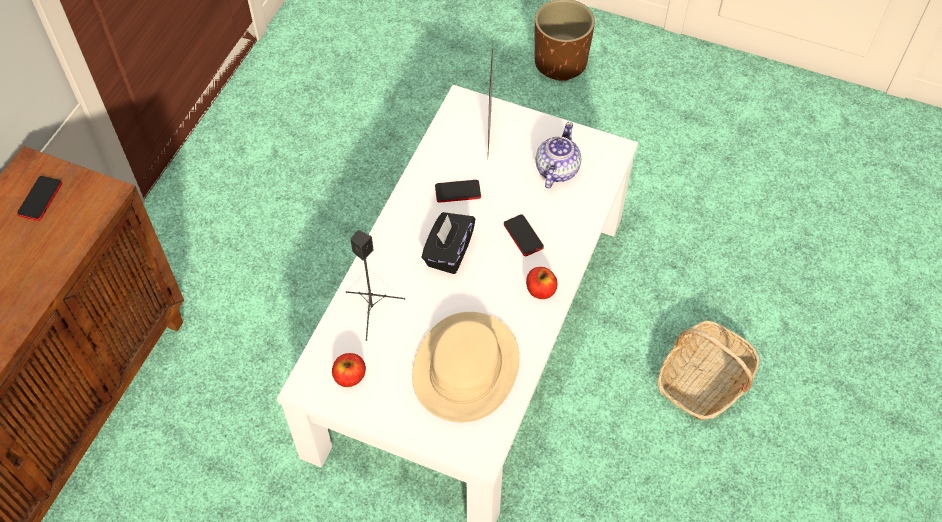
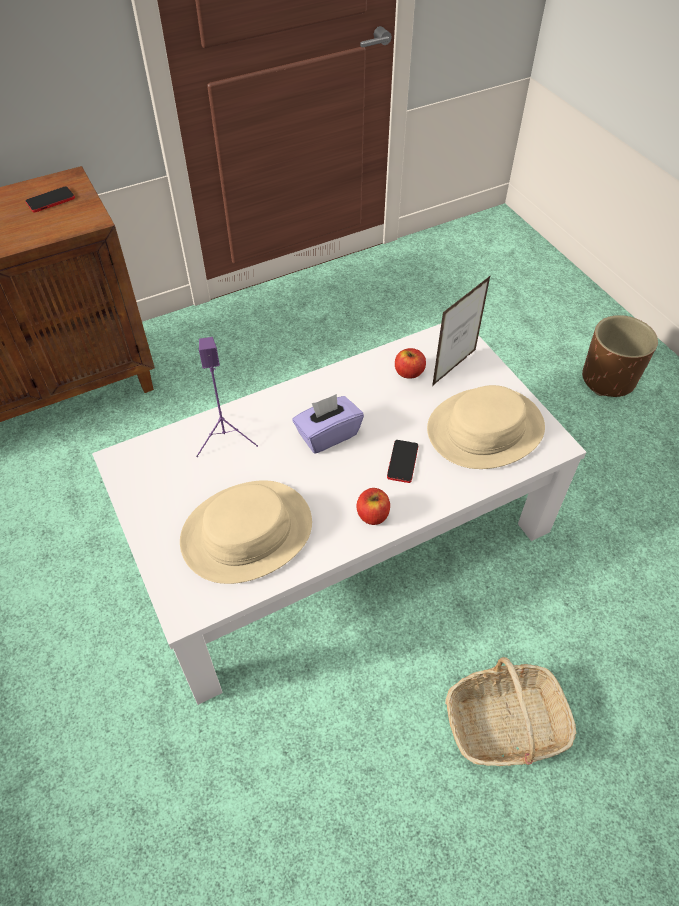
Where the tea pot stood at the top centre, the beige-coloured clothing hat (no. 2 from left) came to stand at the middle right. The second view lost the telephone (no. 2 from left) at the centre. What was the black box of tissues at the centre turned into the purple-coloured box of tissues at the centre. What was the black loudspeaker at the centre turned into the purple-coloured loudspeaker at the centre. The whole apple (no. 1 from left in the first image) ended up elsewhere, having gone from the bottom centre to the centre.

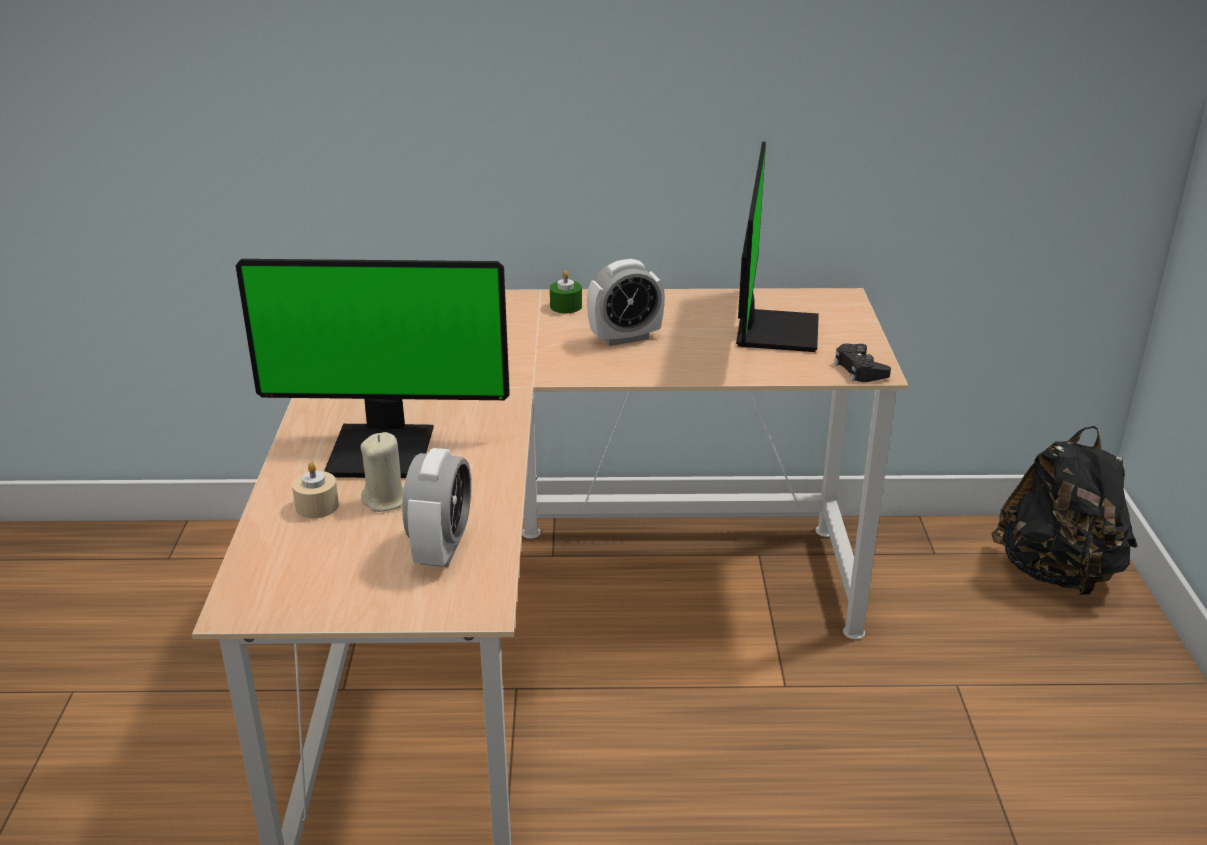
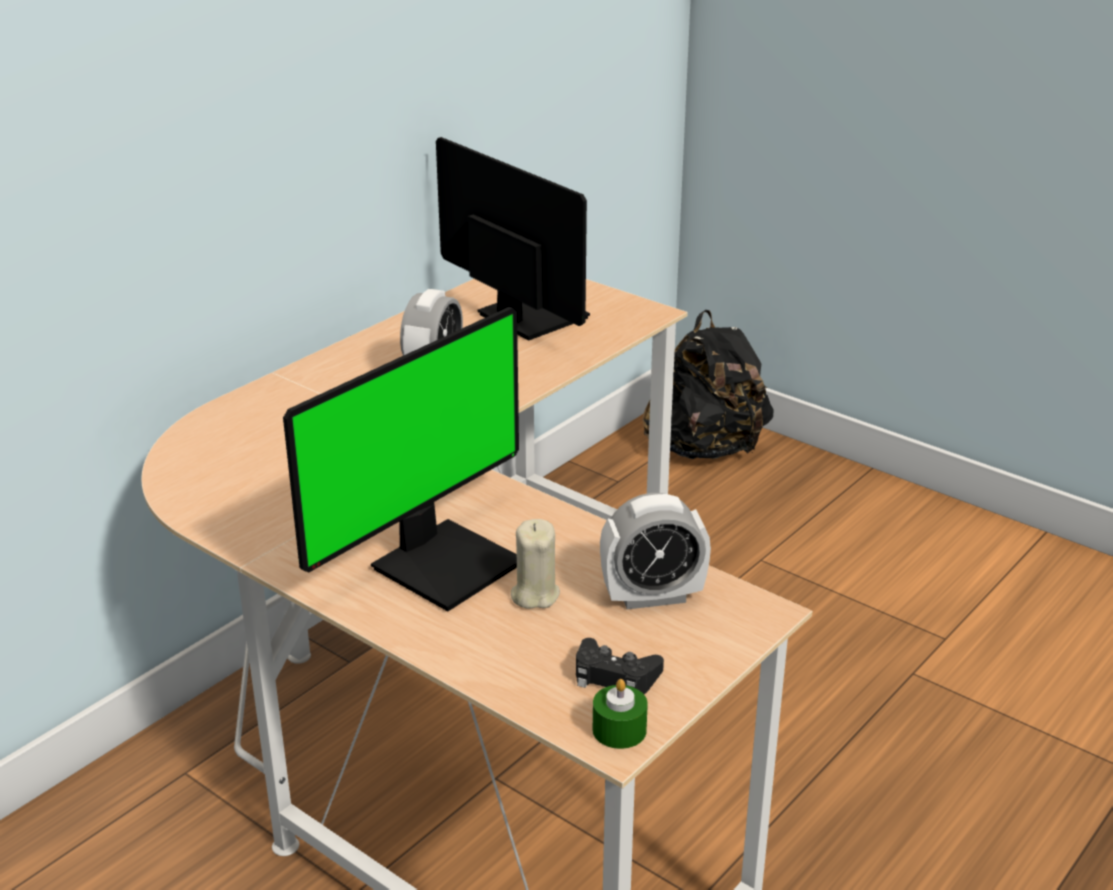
The greenish candle ended up elsewhere, having gone from the centre to the bottom centre. The black joypad ended up elsewhere, having gone from the middle right to the bottom centre. The bedside clock (no. 1 from left in the first image) at the centre ended up facing another way, 120 degrees clockwise from before. The second view lost the beige-coloured candle (no. 1 from left) at the middle left.

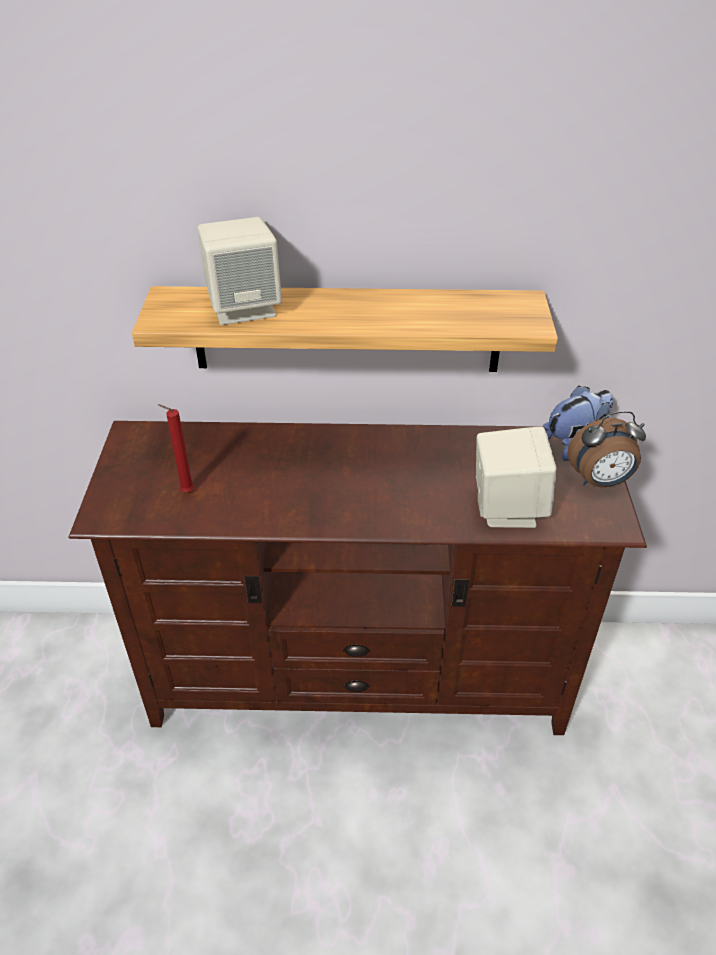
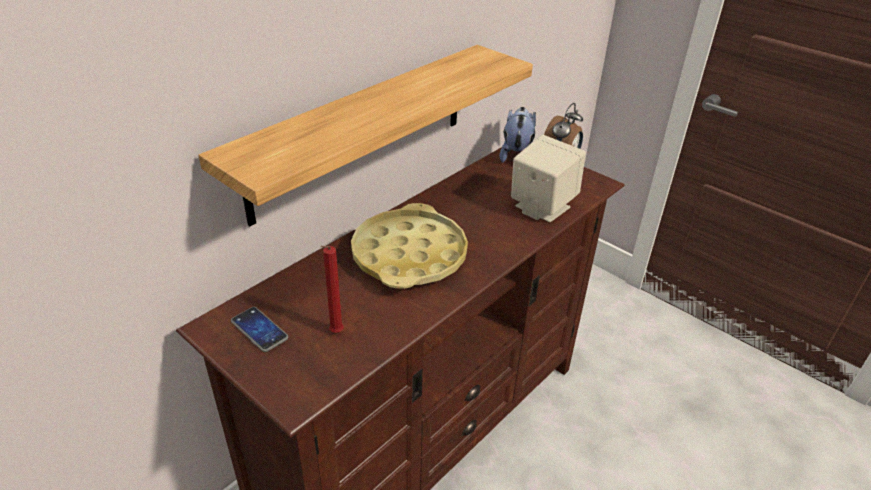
The second view lost the beige-coloured loudspeaker (no. 1 from left) at the top centre. The second view gained the yellow-coloured carrying tray at the centre. The second view gained the telephone at the bottom left.

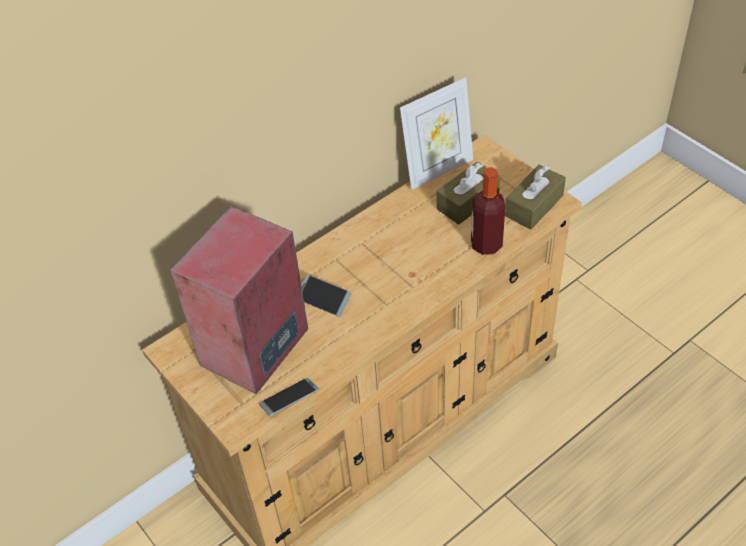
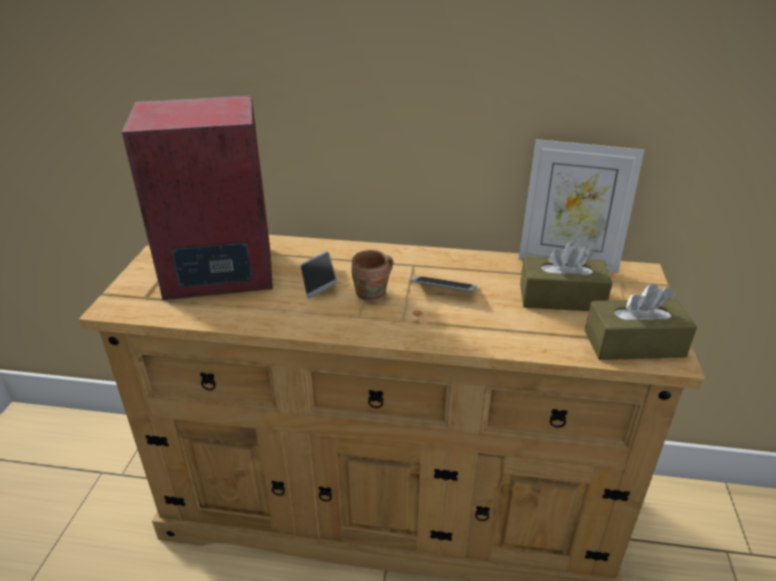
The second view lost the bottle at the centre. The telephone (no. 1 from left in the first image) ended up elsewhere, having gone from the bottom centre to the centre. The second view gained the brown coffee mug at the centre.

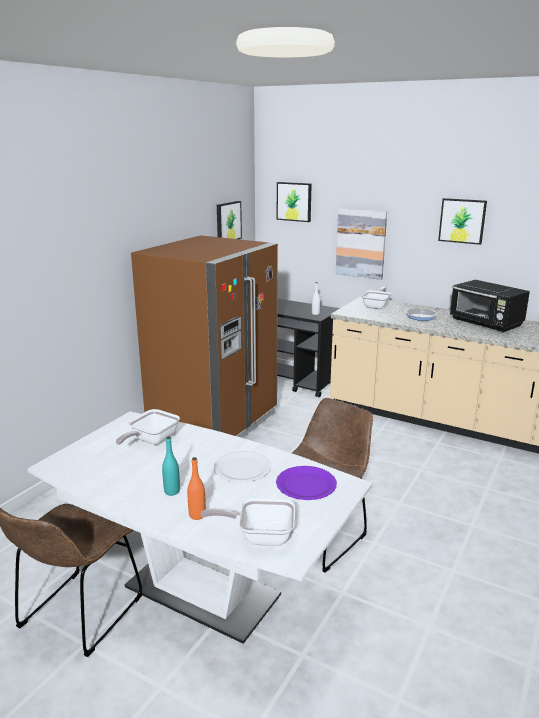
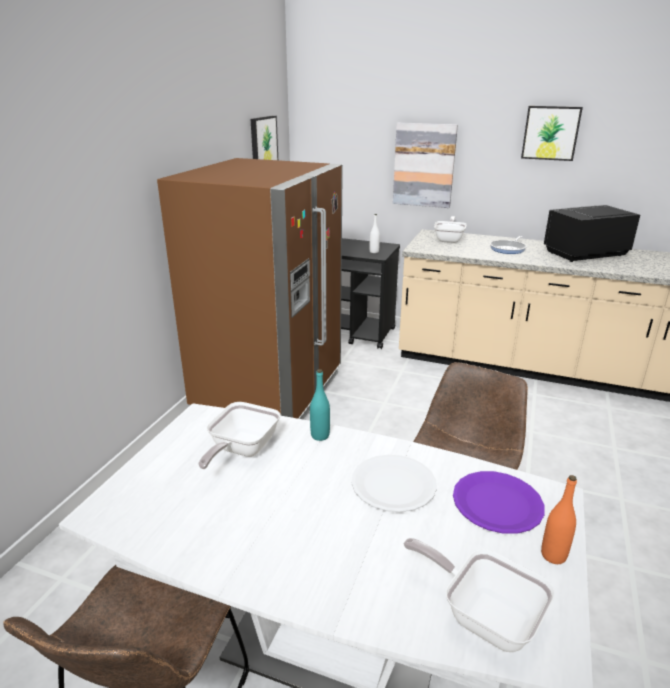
The second view lost the wall picture (no. 2 from left) at the top centre. The black microwave oven at the middle right ended up facing another way, 120 degrees clockwise from before. The blue-green bottle ended up elsewhere, having gone from the middle left to the centre. The orange bottle ended up elsewhere, having gone from the bottom centre to the bottom right. The pan (no. 2 from left in the first image) at the bottom centre ended up facing another way, 45 degrees clockwise from before.

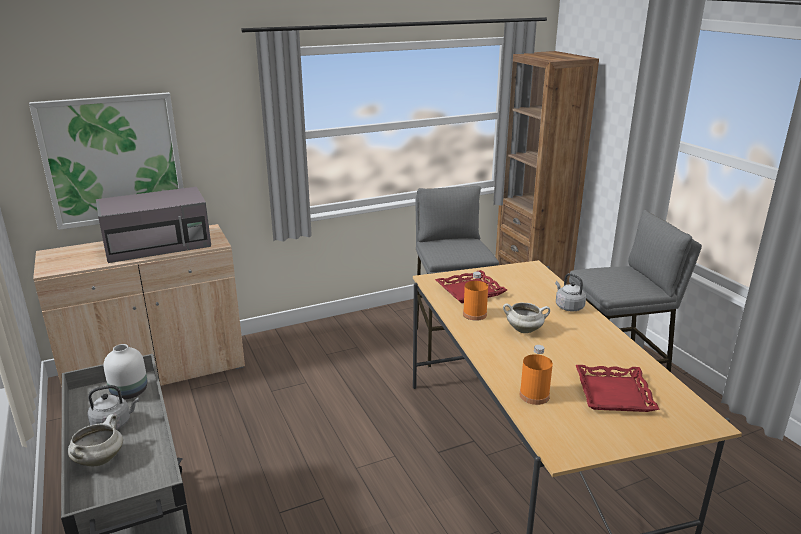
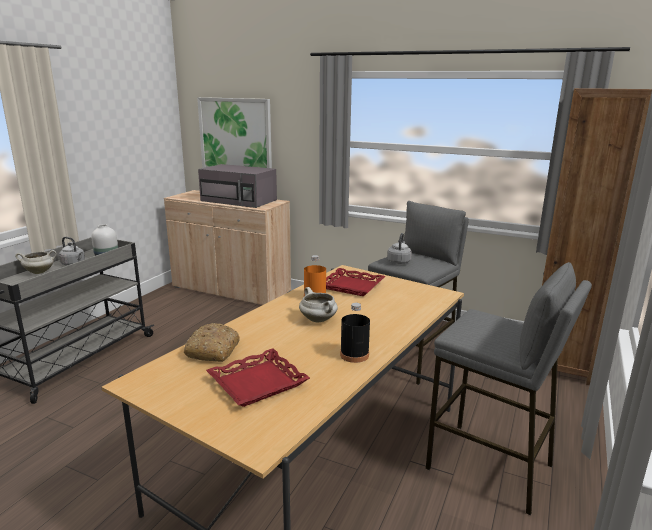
The greyish tea kettle (no. 2 from left) ended up elsewhere, having gone from the middle right to the centre. Where the orange bottle (no. 2 from left) stood at the bottom right, the baked bread came to stand at the middle left. The second view gained the black bottle at the centre.

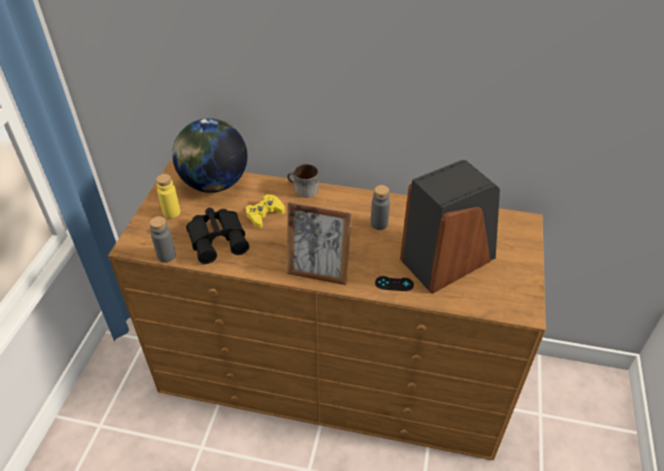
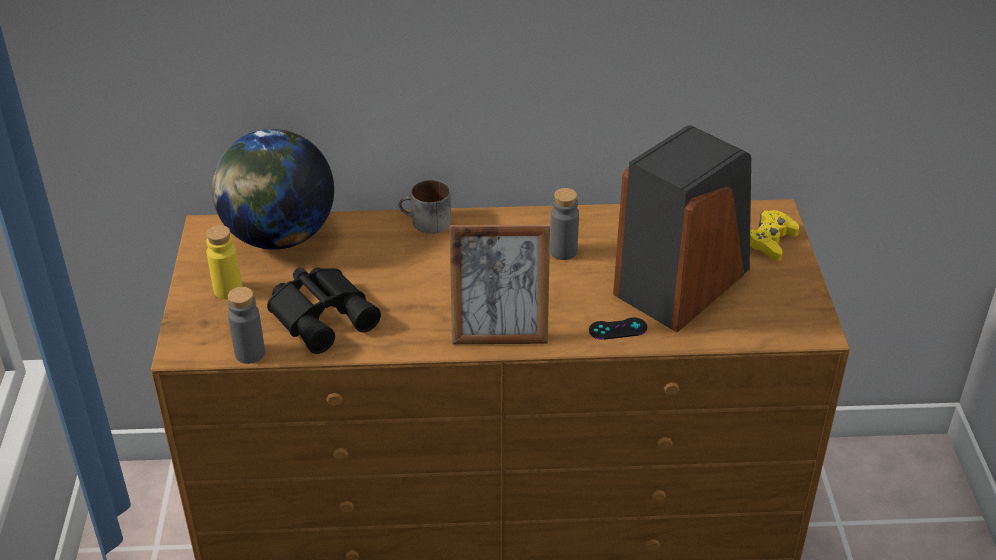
The yellow-coloured joypad ended up elsewhere, having gone from the centre to the middle right.

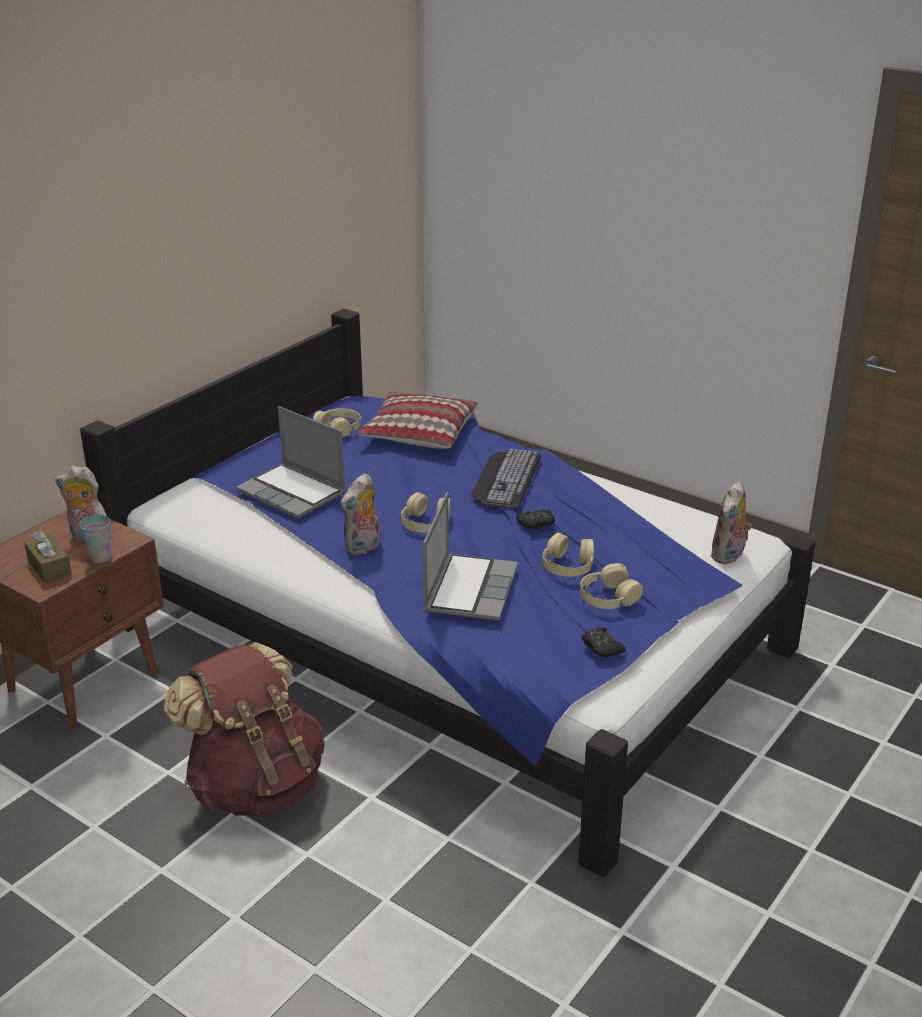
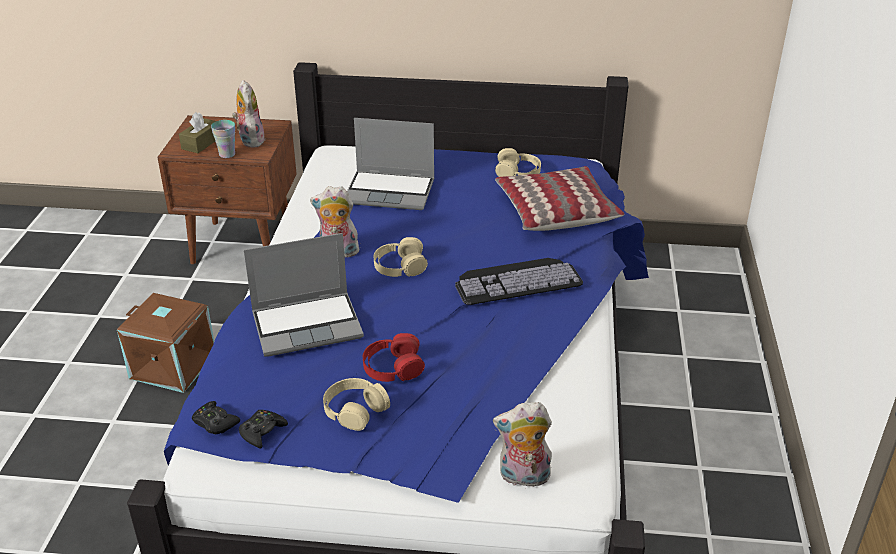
The laptop (no. 1 from left in the first image) at the middle left ended up facing another way, 90 degrees counterclockwise from before. The black joypad (no. 1 from left) ended up elsewhere, having gone from the centre to the bottom left. What was the beige-coloured pair of headphones (no. 3 from left) at the centre turned into the red pair of headphones at the centre. Where the brown knapsack stood at the bottom left, the brown storage bin came to stand at the middle left.

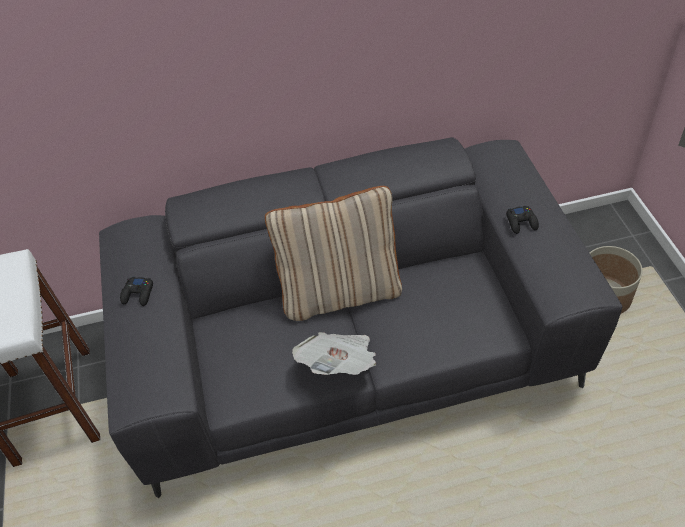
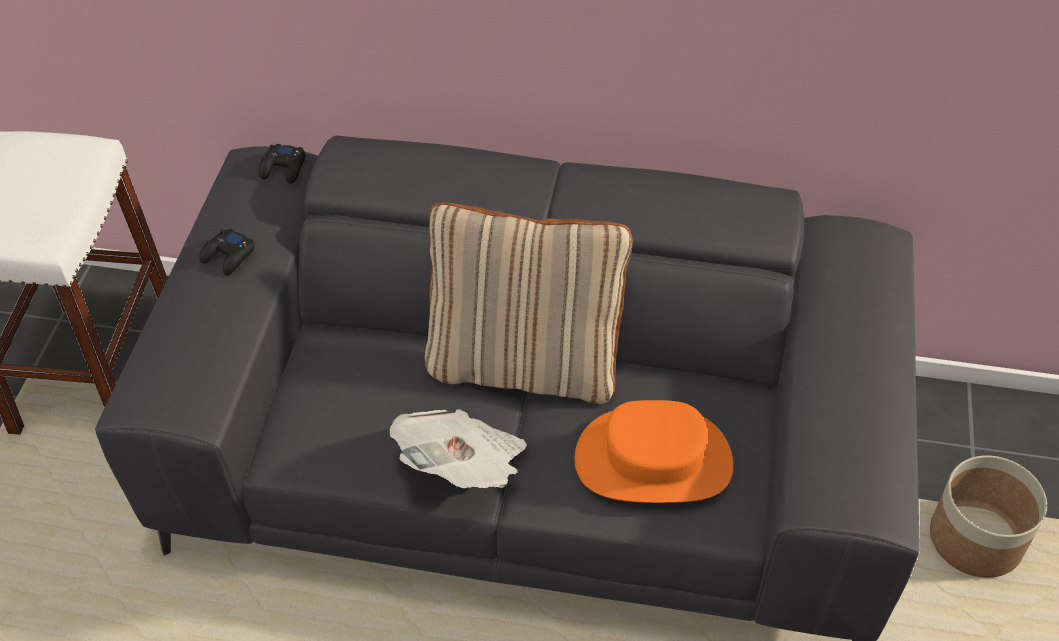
The black joypad (no. 2 from left) ended up elsewhere, having gone from the middle right to the top left. The second view gained the orange clothing hat at the bottom centre.

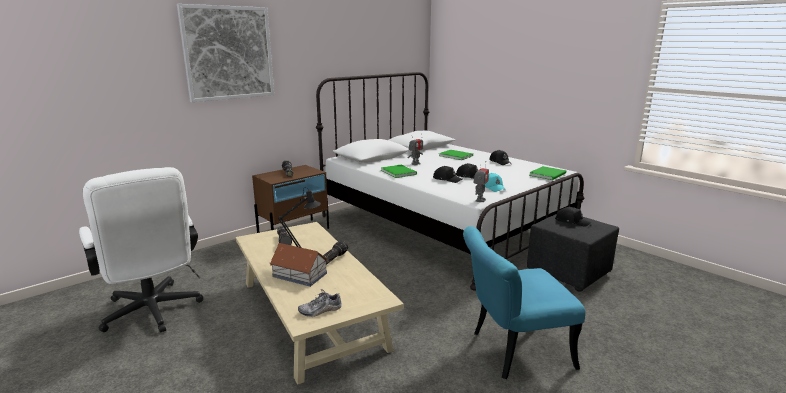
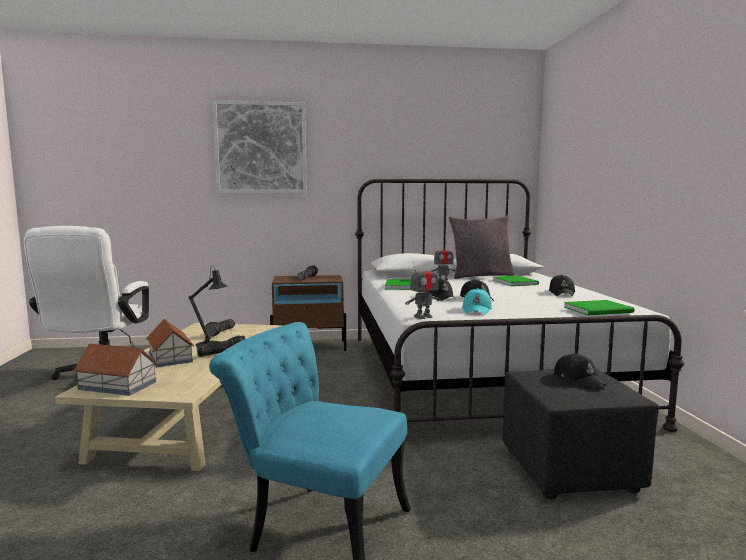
Where the low shoe stood at the bottom centre, the model house (no. 1 from left) came to stand at the middle left. The second view gained the greyish throw pillow at the centre.

